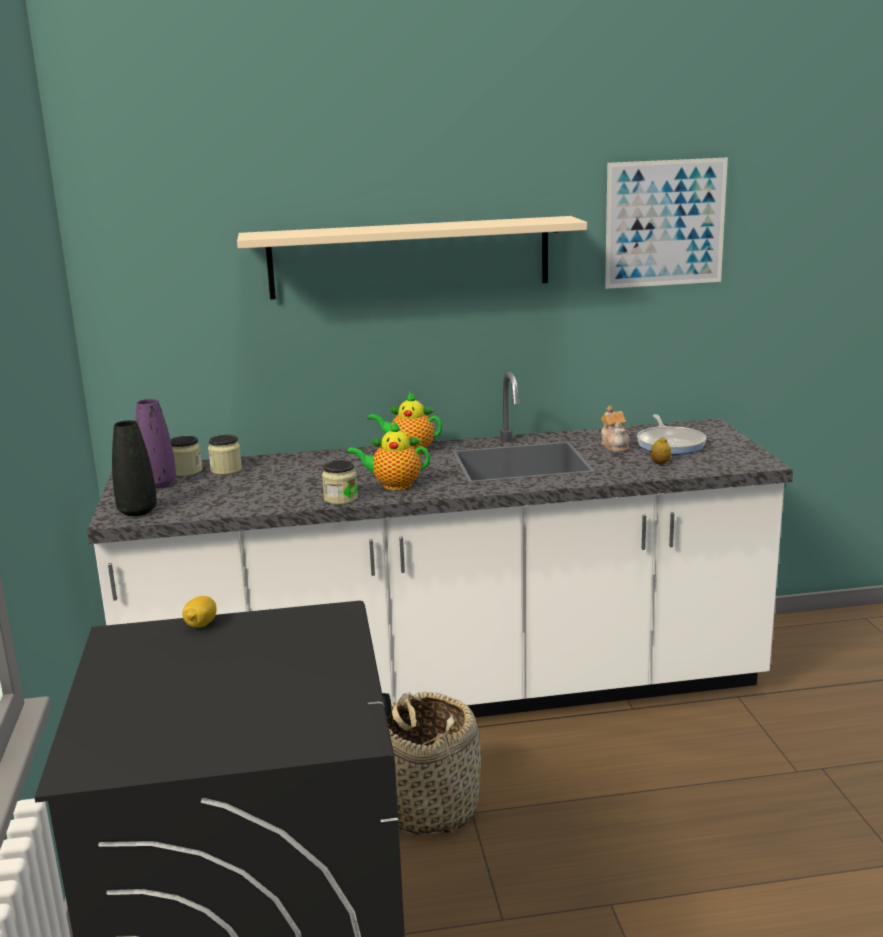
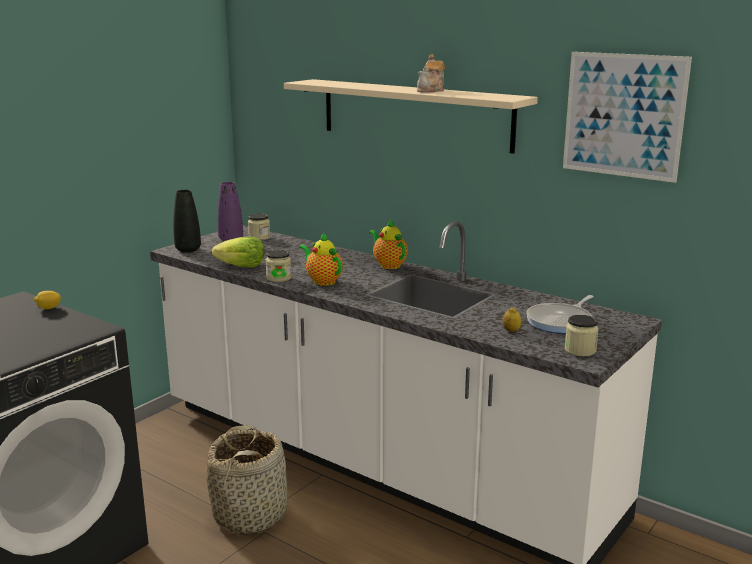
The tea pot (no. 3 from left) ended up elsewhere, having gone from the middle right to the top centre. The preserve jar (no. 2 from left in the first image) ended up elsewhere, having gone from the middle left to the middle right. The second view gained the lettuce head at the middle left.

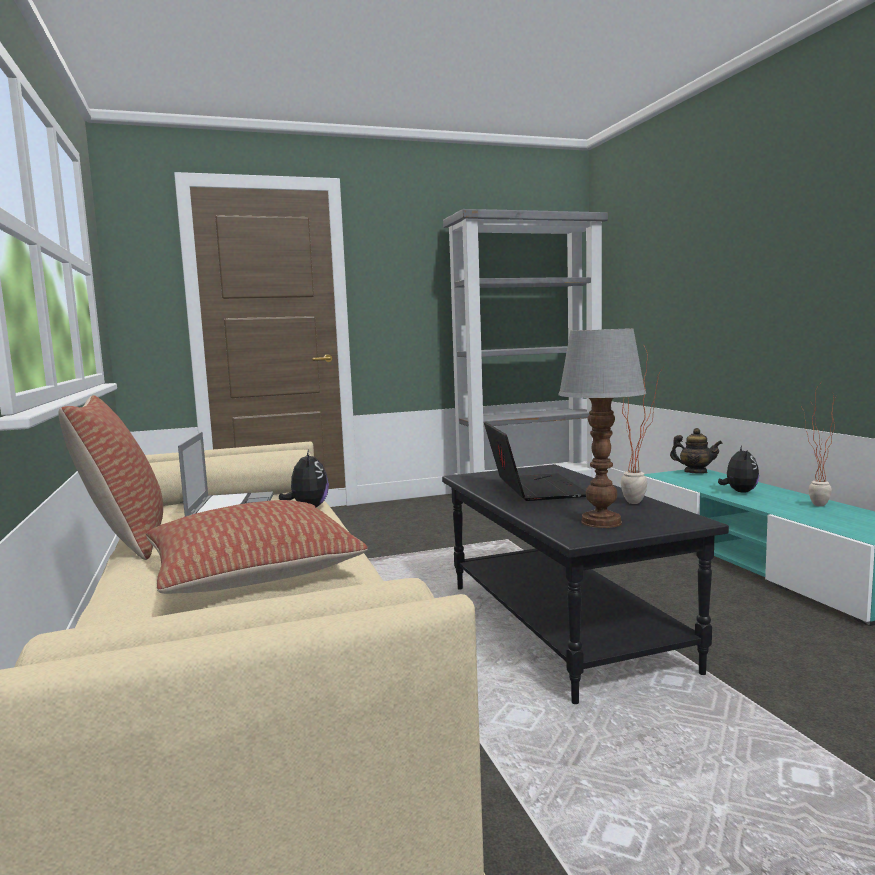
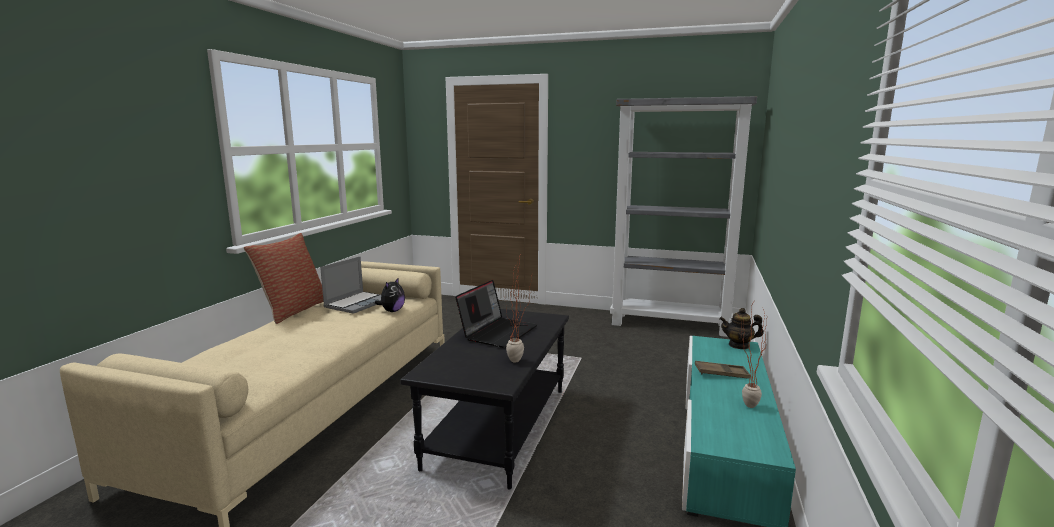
The second view lost the lamp for a table at the middle right. The tea pot at the middle right ended up facing another way, 120 degrees clockwise from before. Where the cuddly toy (no. 2 from left) stood at the middle right, the brown carrying tray came to stand at the bottom right. The second view lost the throw pillow (no. 2 from left) at the middle left.

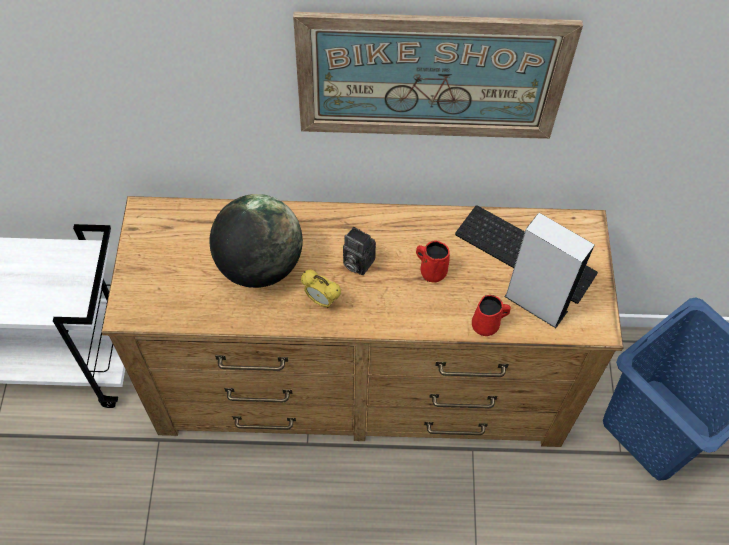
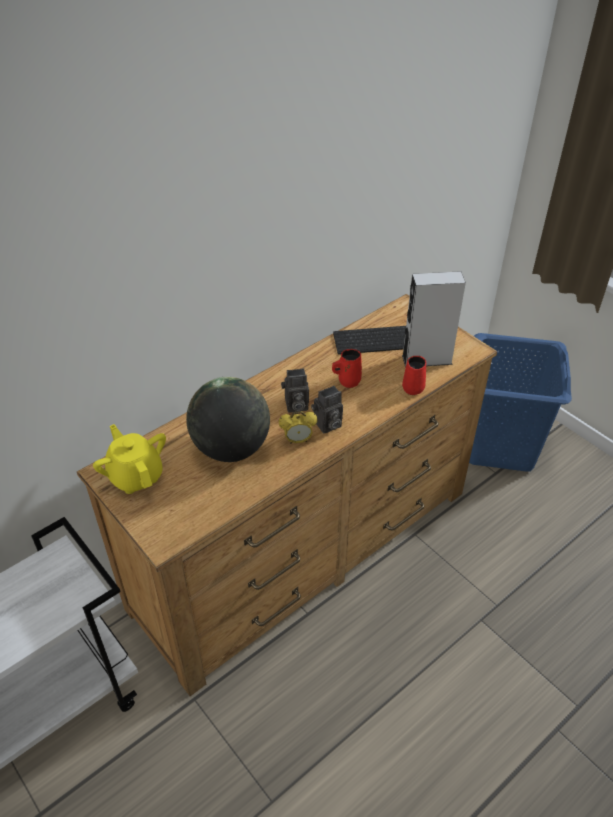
The second view lost the wall picture at the top centre. The second view gained the photo camera (no. 2 from left) at the centre. The second view gained the yellow-coloured tea pot at the middle left.

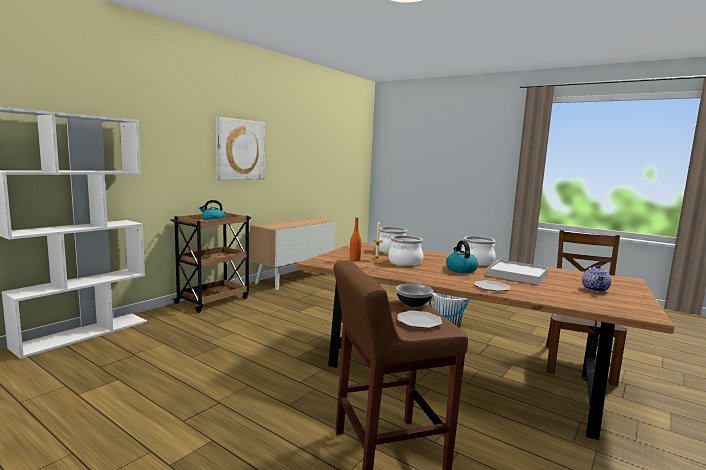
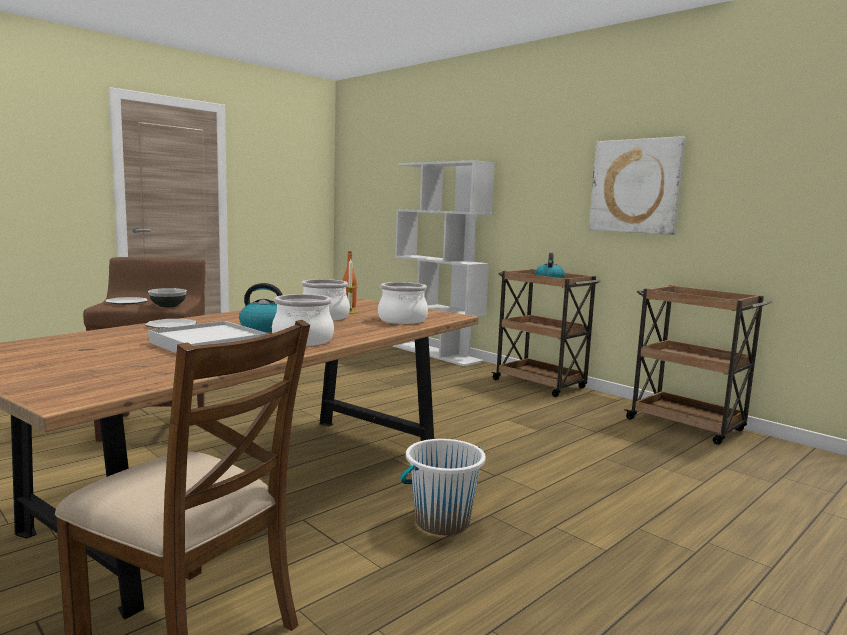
Where the cupboard stood at the centre, the brown cart (no. 2 from left) came to stand at the middle right. The second view lost the tea pot at the middle right.

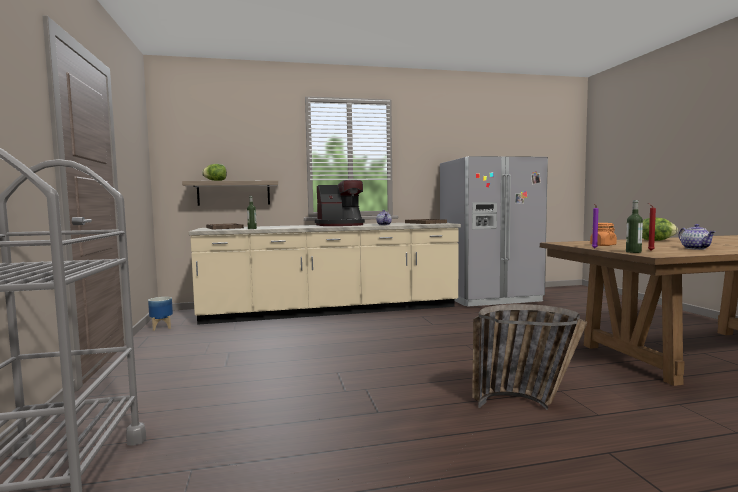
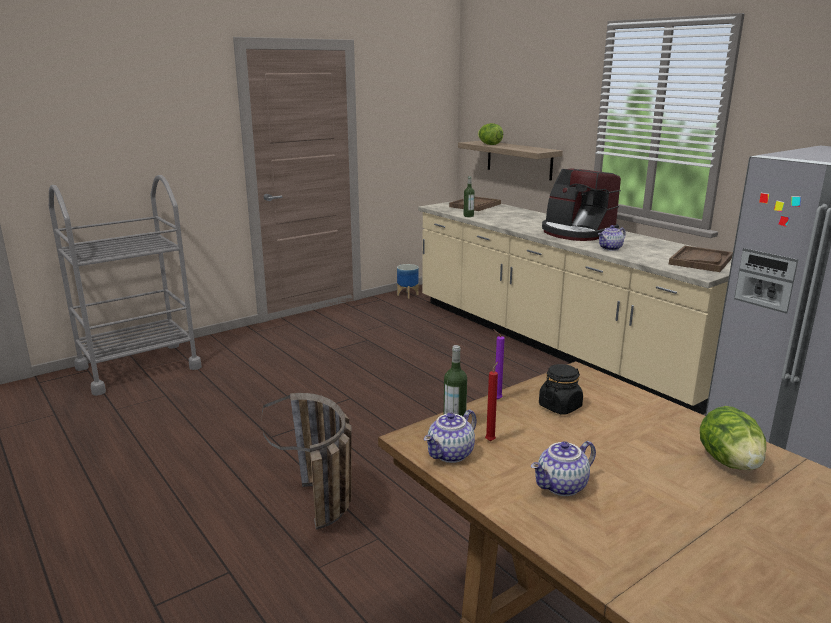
What was the orange preserve jar at the middle right turned into the black preserve jar at the middle right. The second view gained the tea pot (no. 1 from left) at the bottom centre.

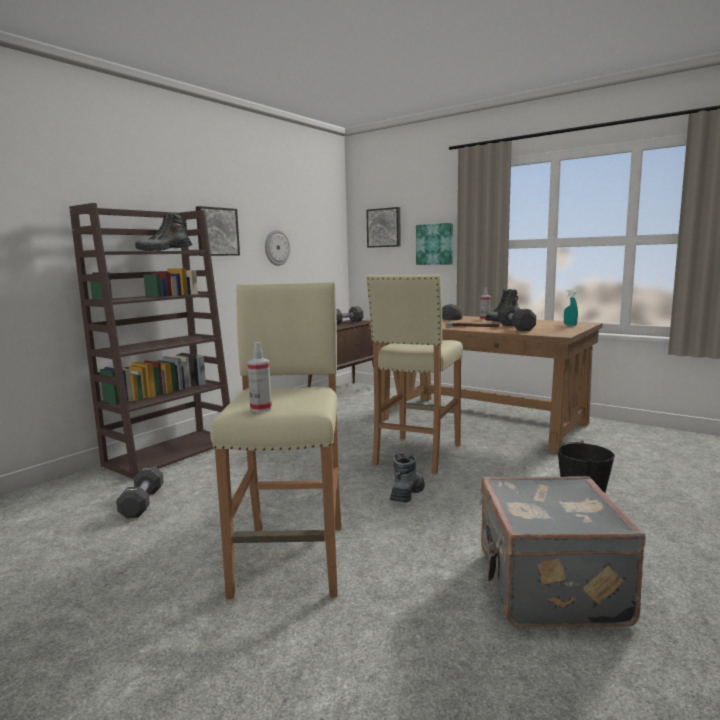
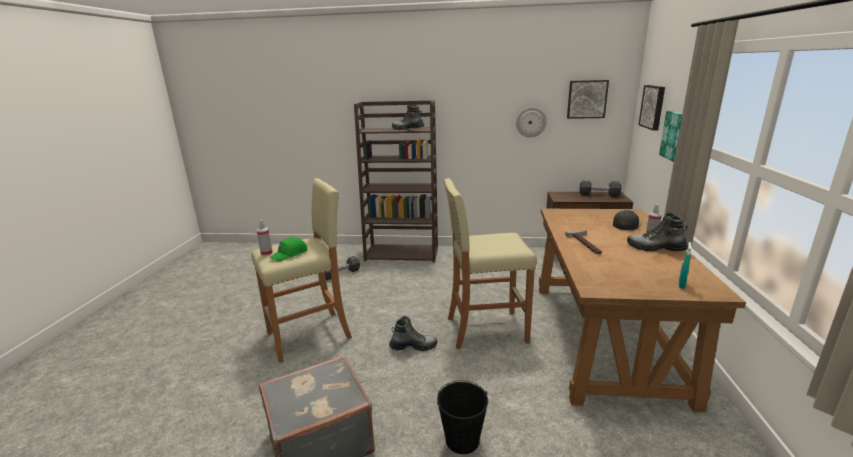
The wall picture (no. 1 from left) ended up elsewhere, having gone from the top left to the top right. The second view lost the black hand weight (no. 3 from left) at the middle right. The second view gained the greenish baseball cap at the centre.

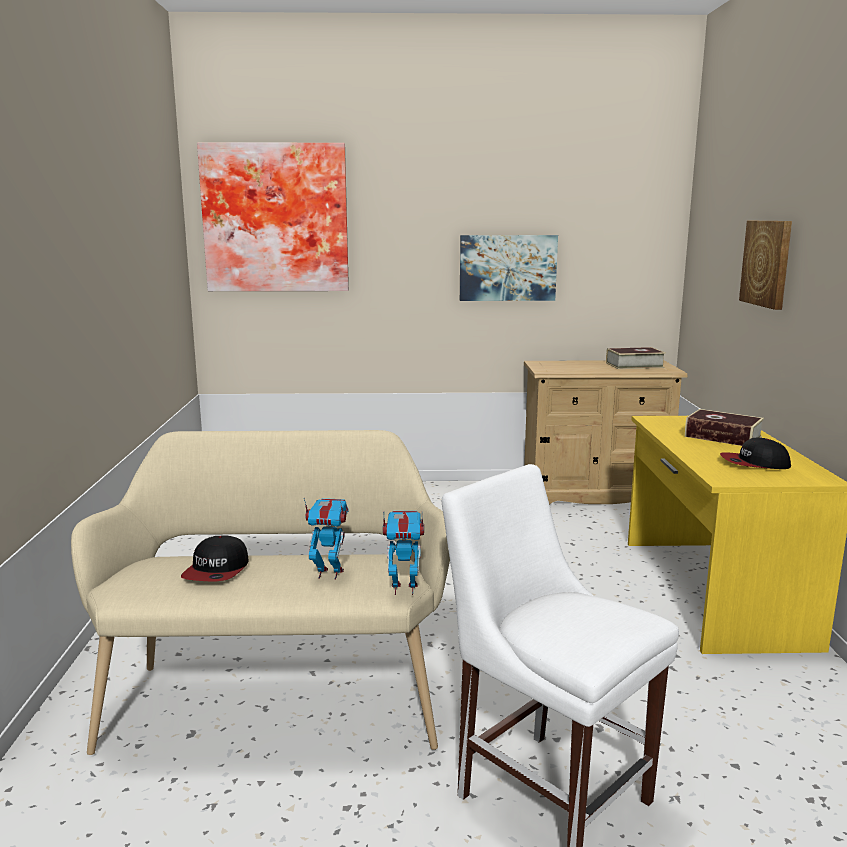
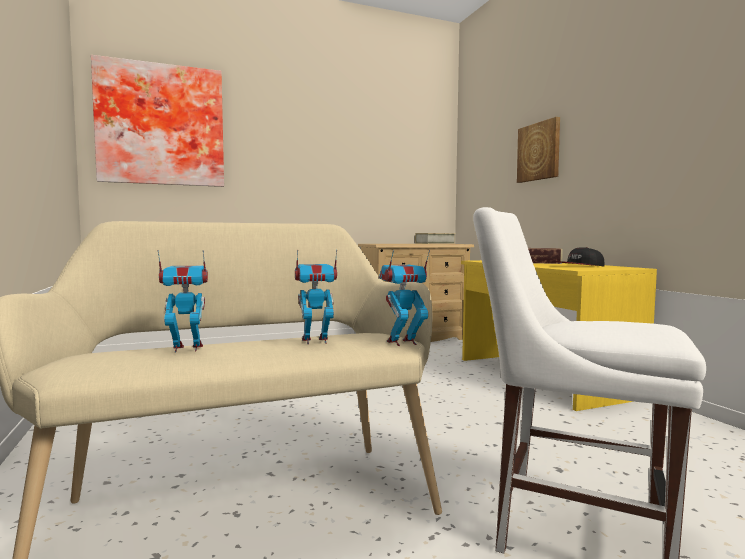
The second view lost the wall picture (no. 2 from left) at the top centre. Where the baseball cap (no. 1 from left) stood at the middle left, the toy robot (no. 1 from left) came to stand at the middle left.

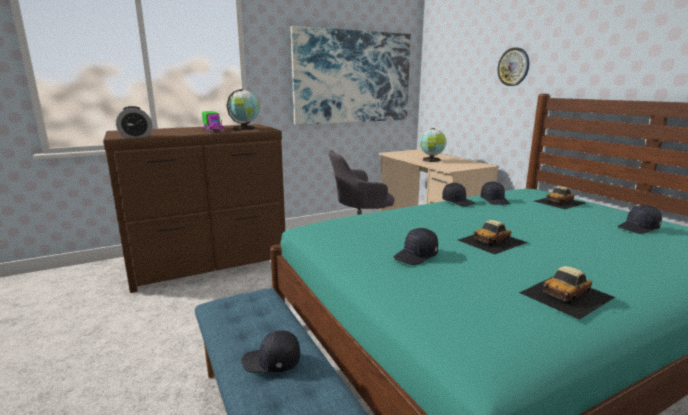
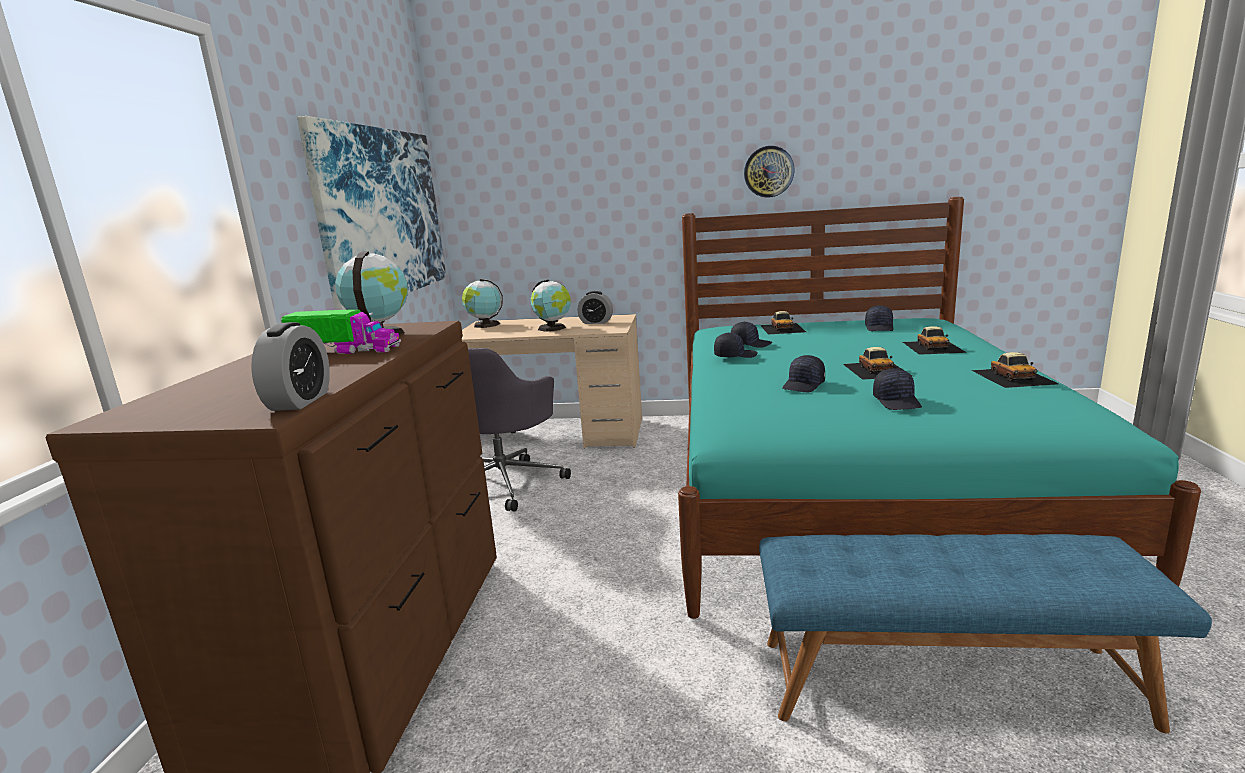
The clock on the wall ended up elsewhere, having gone from the top right to the top centre. The black baseball cap (no. 1 from left in the first image) ended up elsewhere, having gone from the bottom centre to the centre. The second view gained the globe (no. 2 from left) at the centre. The second view gained the bedside clock (no. 2 from left) at the centre. The second view gained the miniature car (no. 3 from left) at the middle right.

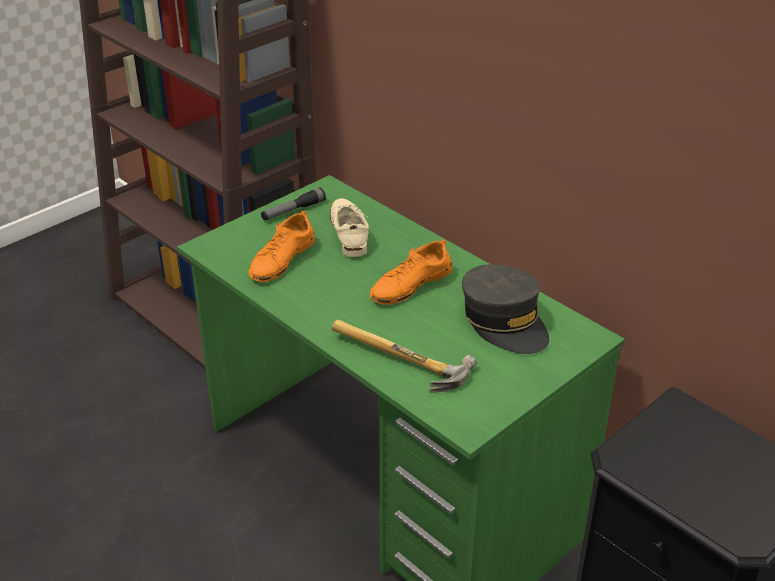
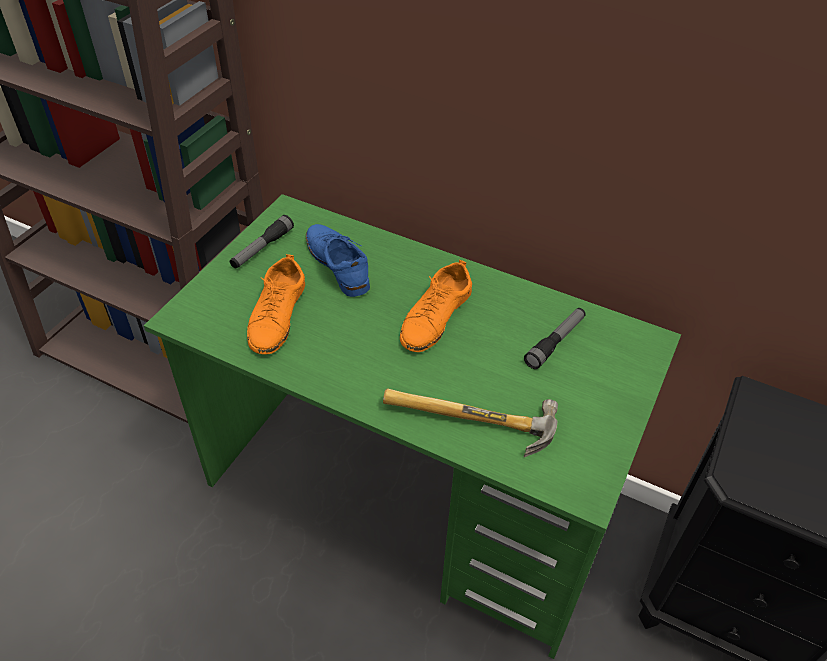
What was the beige-coloured low shoe at the centre turned into the blue-coloured low shoe at the centre. Where the greyish baseball cap stood at the centre, the torch (no. 2 from left) came to stand at the middle right.

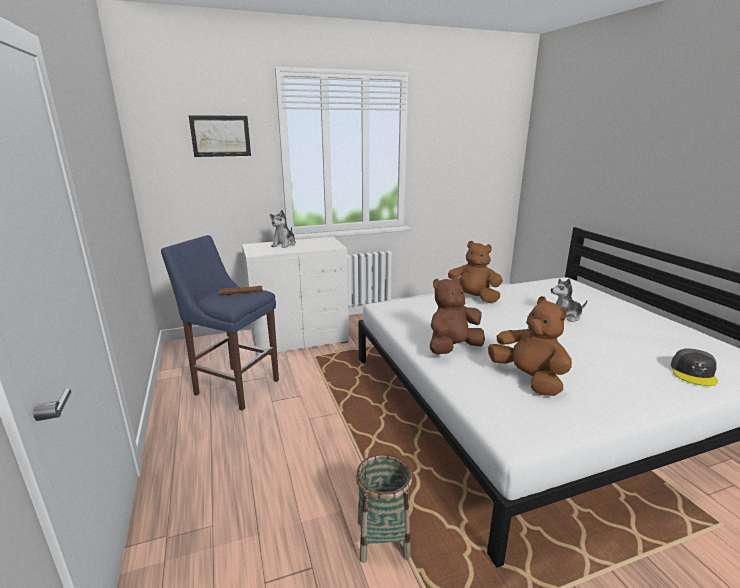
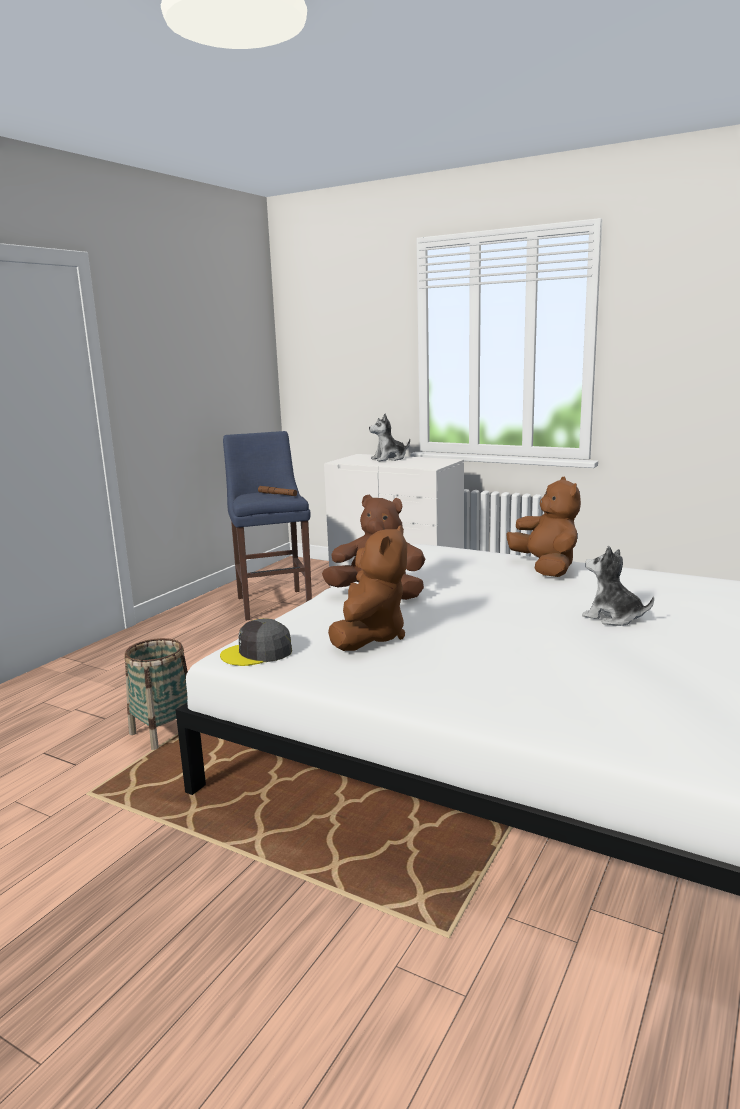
The second view lost the wall picture at the top left. The greyish baseball cap ended up elsewhere, having gone from the middle right to the centre.

